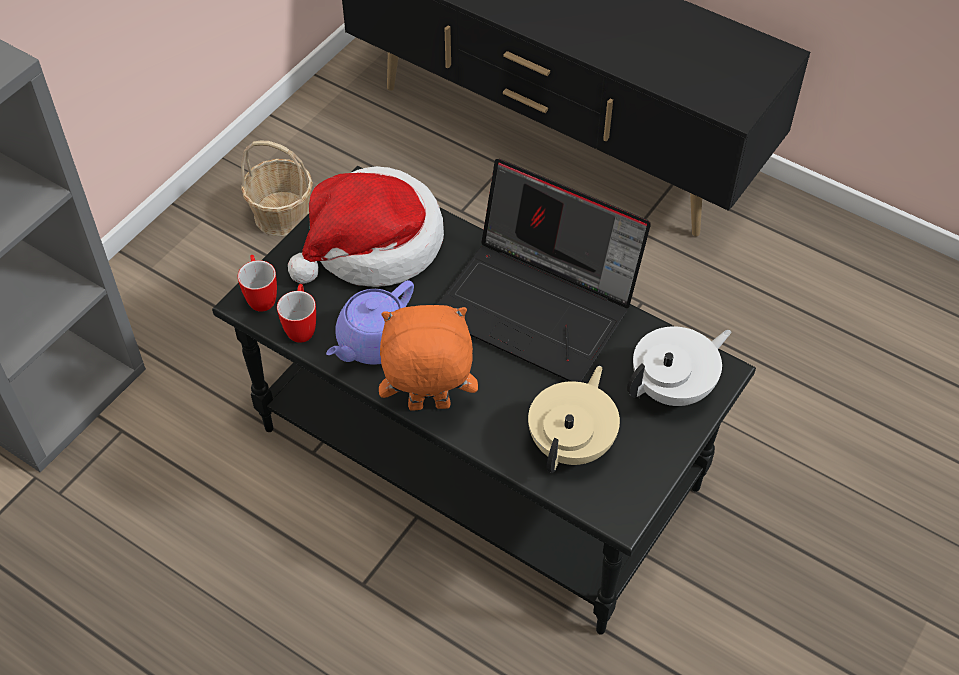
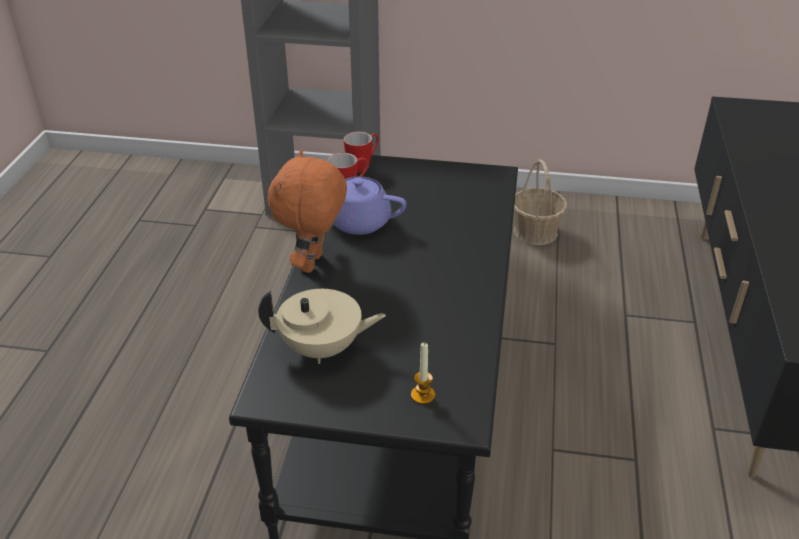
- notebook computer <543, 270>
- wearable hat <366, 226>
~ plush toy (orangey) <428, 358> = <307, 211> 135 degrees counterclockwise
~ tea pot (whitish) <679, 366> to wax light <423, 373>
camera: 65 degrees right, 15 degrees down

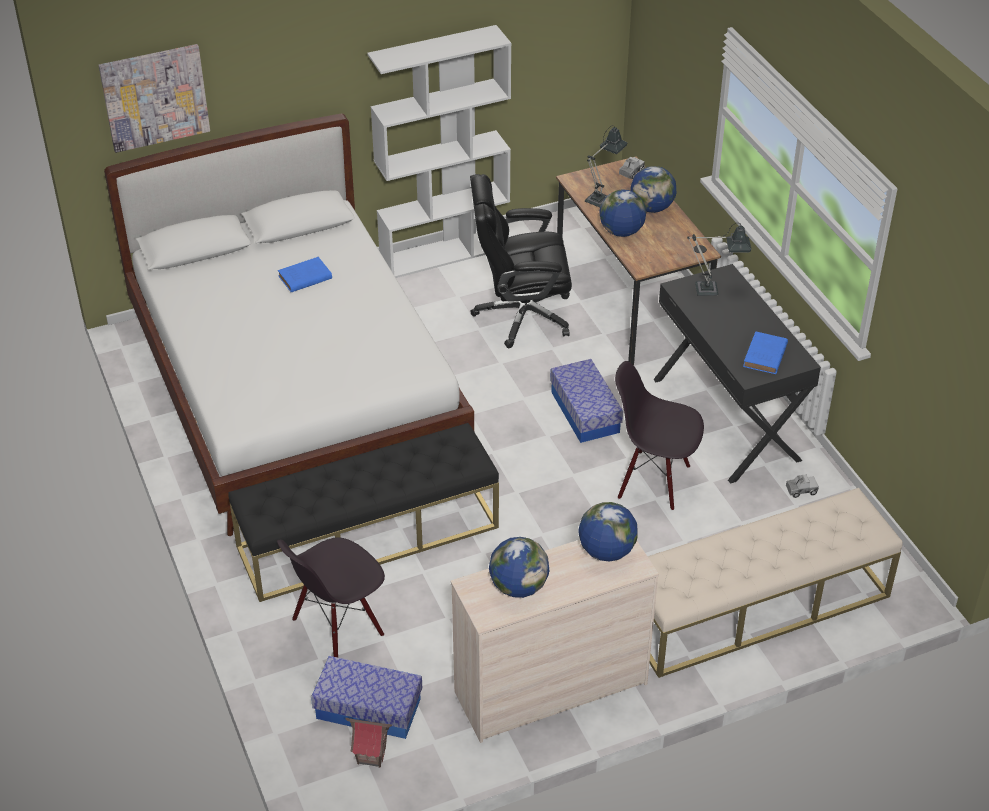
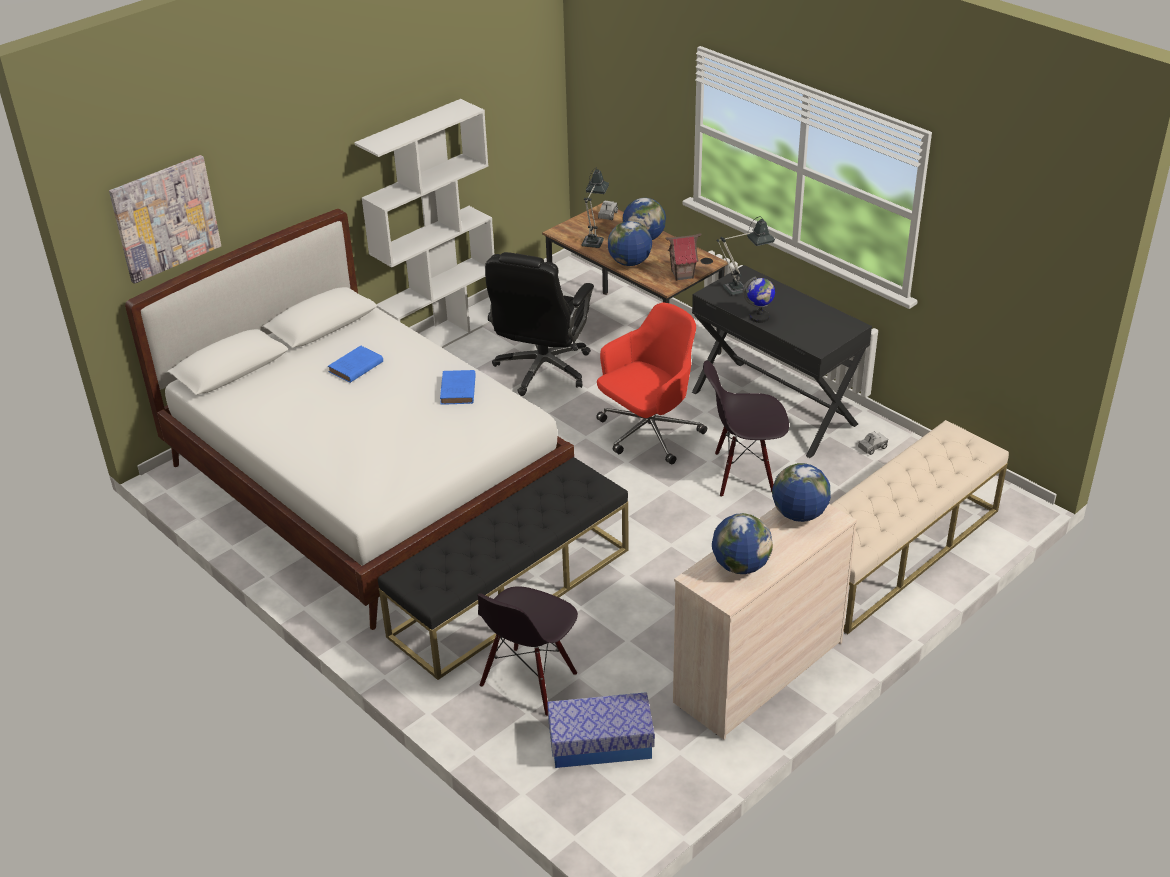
~ desk chair (blackish) <521, 261> = <539, 324> 45 degrees counterclockwise
~ volume (blue-coloured) <765, 353> to <458, 387>
~ storage bin <586, 401> to desk chair (red) <652, 383>
~ toy house <368, 743> to <683, 257>
+ world globe <759, 299>
camera: 20 degrees left, 5 degrees down

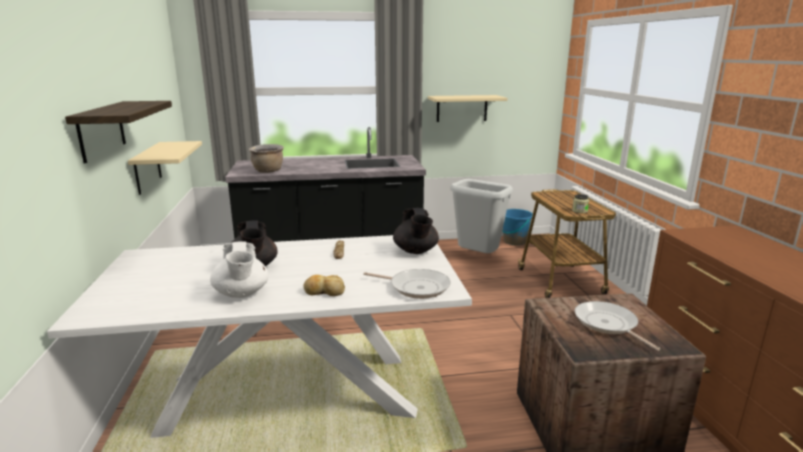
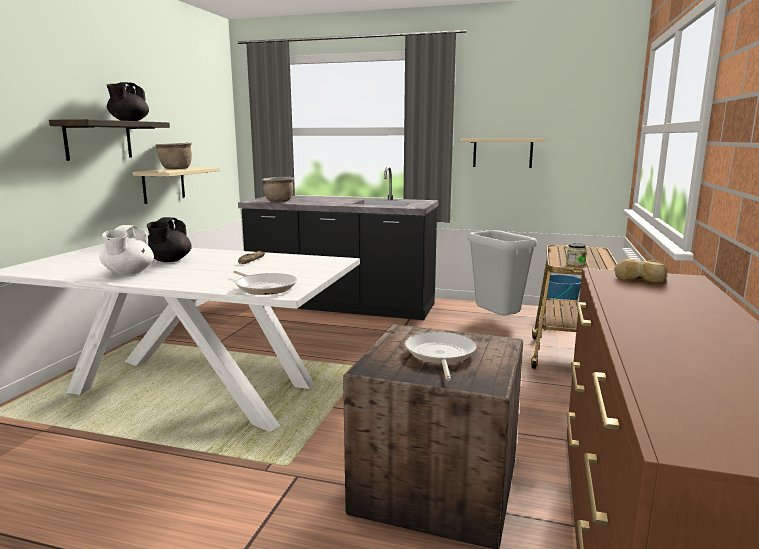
~ tea pot (blackish) <416, 231> to <128, 101>
~ bakery bread <324, 285> to <640, 271>
+ stockpot (brown) <173, 156>
camera: 25 degrees right, 5 degrees down

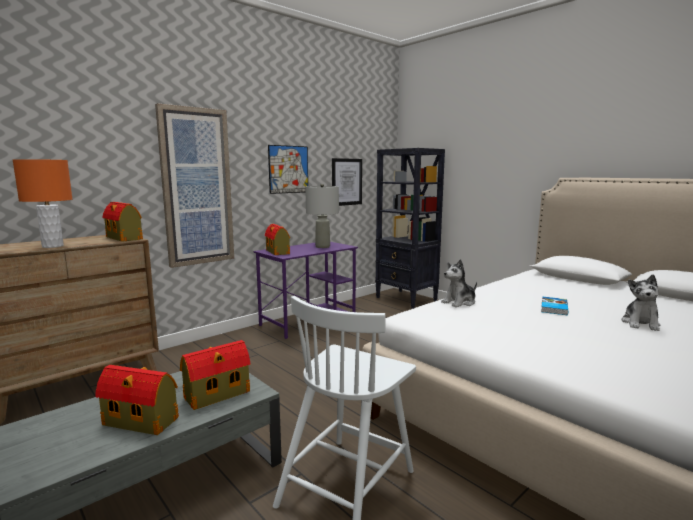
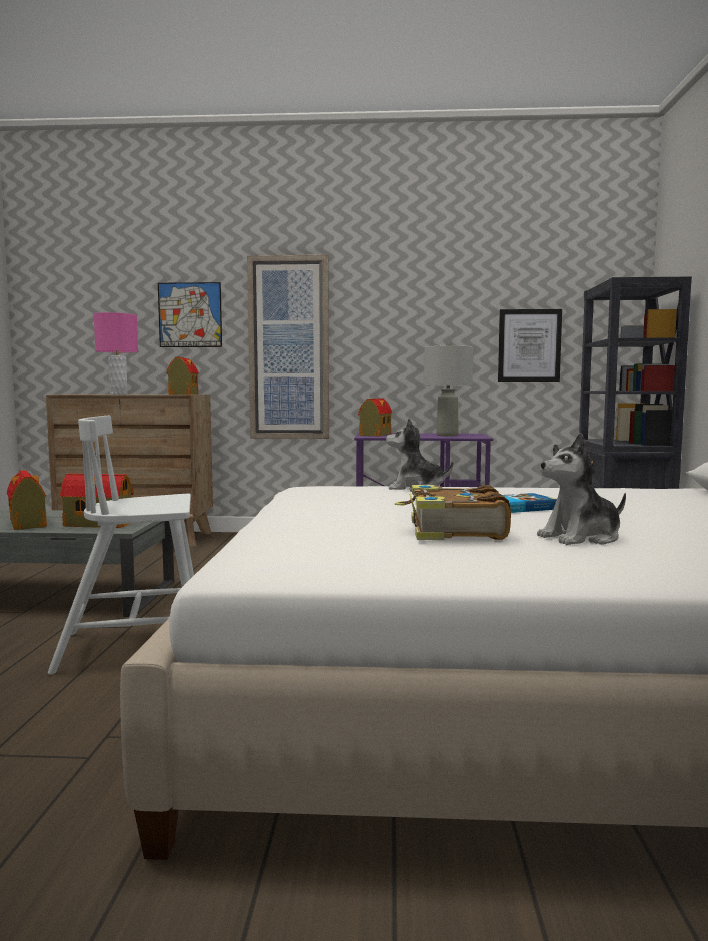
~ wall picture <288, 169> to <190, 314>
~ table lamp (orangey) <42, 203> to table lamp (pinkish) <116, 353>
+ volume <453, 512>
camera: 45 degrees right, 5 degrees down

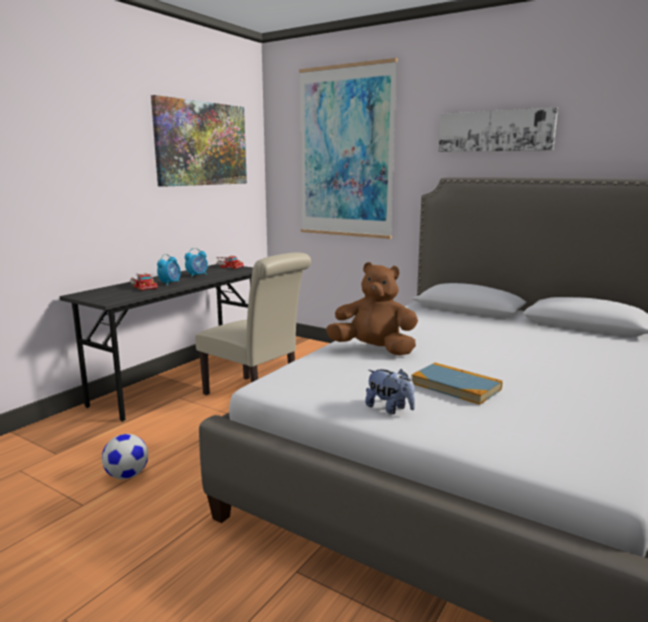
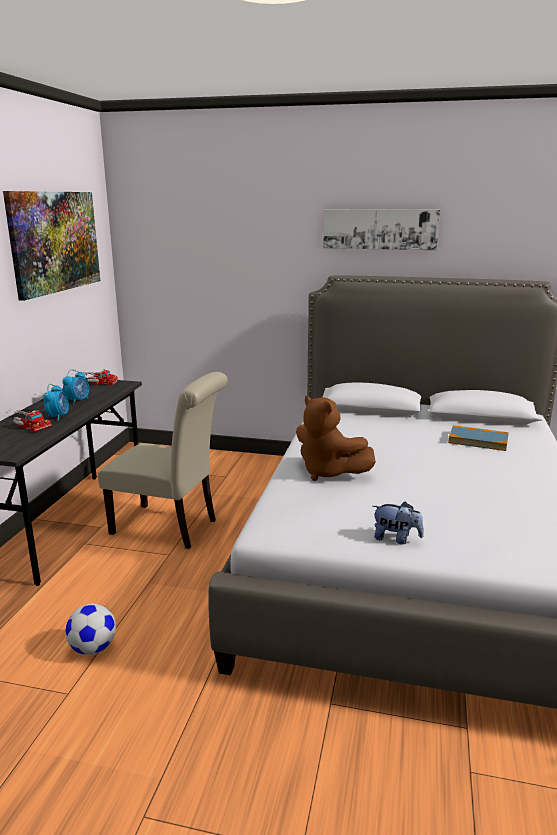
- wall picture <348, 148>
~ plush toy (brown) <372, 309> = <336, 438> 135 degrees counterclockwise
~ volume <456, 384> to <478, 438>
camera: 20 degrees left, 5 degrees up

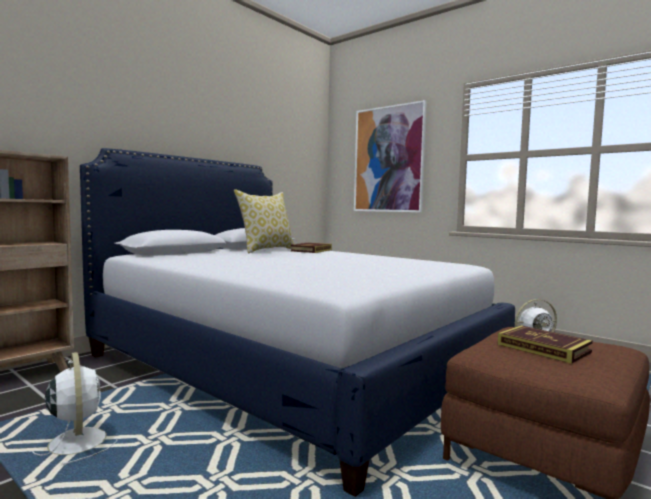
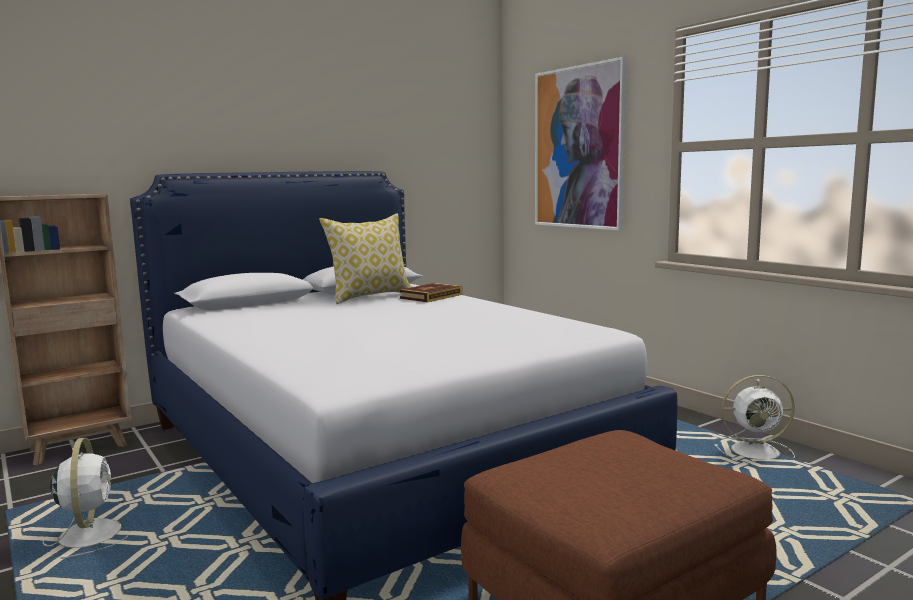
- volume <545, 344>
camera: 15 degrees right, 5 degrees up

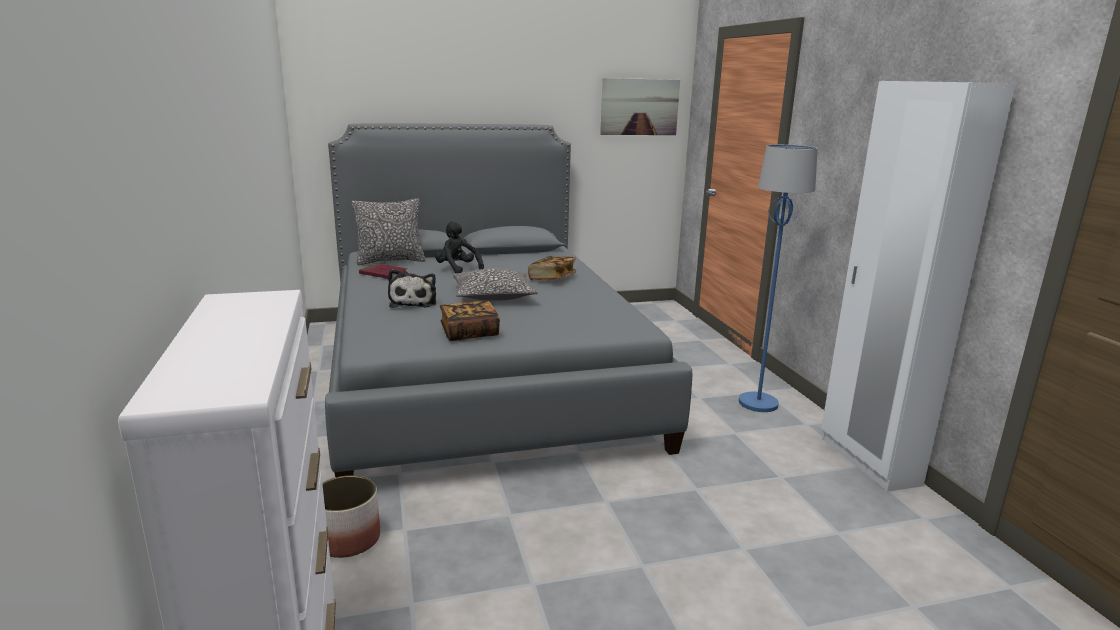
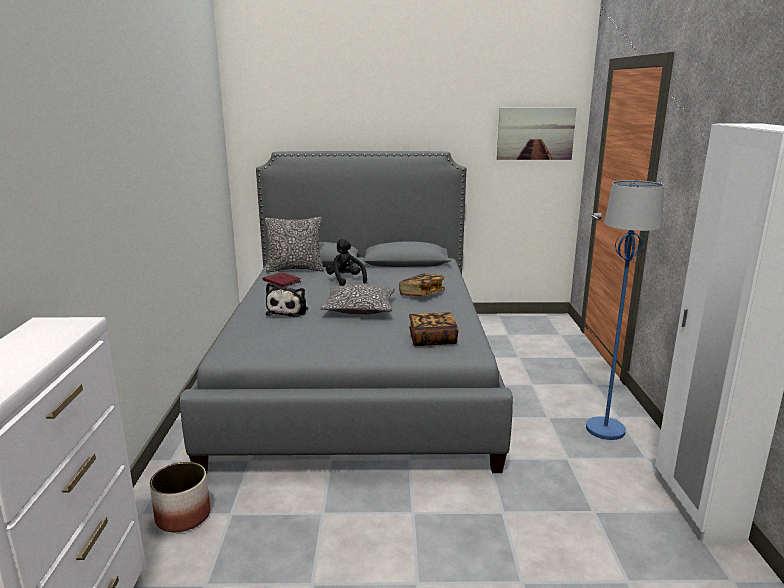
~ volume <470, 321> to <434, 329>
camera: 15 degrees right, 0 degrees up

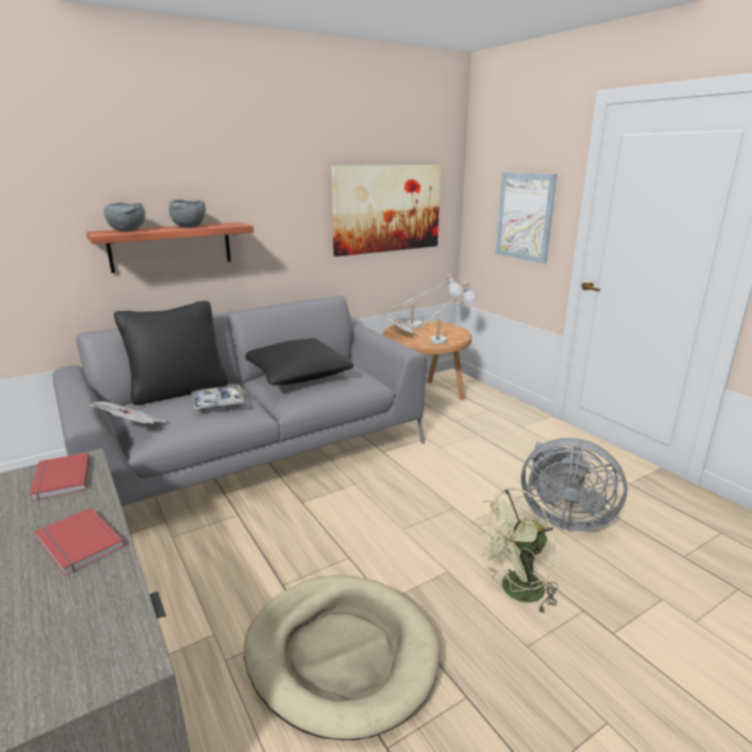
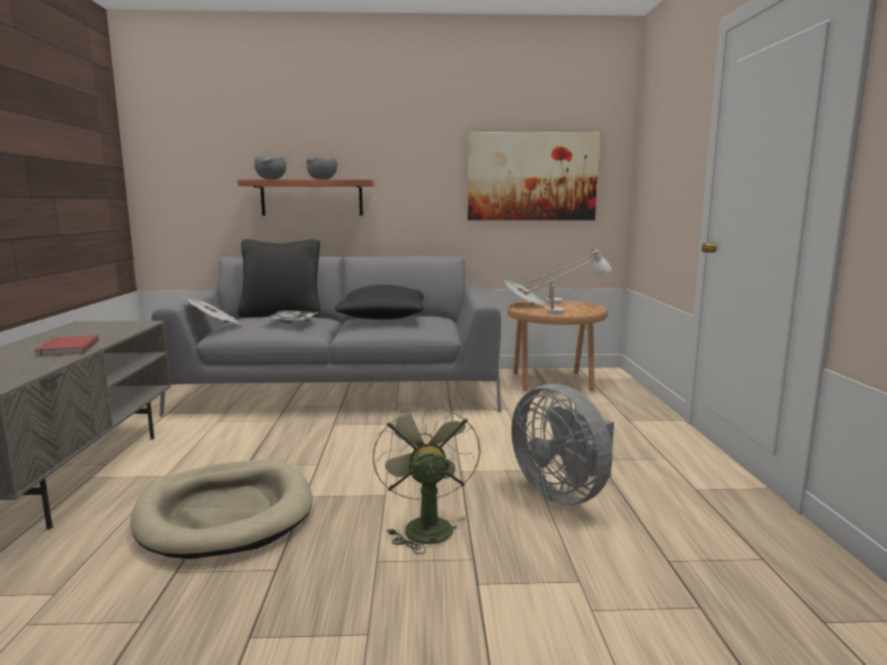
- wall picture <526, 218>
- volume (red) <59, 477>
~ electric fan (green) <517, 550> = <426, 476> 75 degrees clockwise
camera: 30 degrees right, 10 degrees down

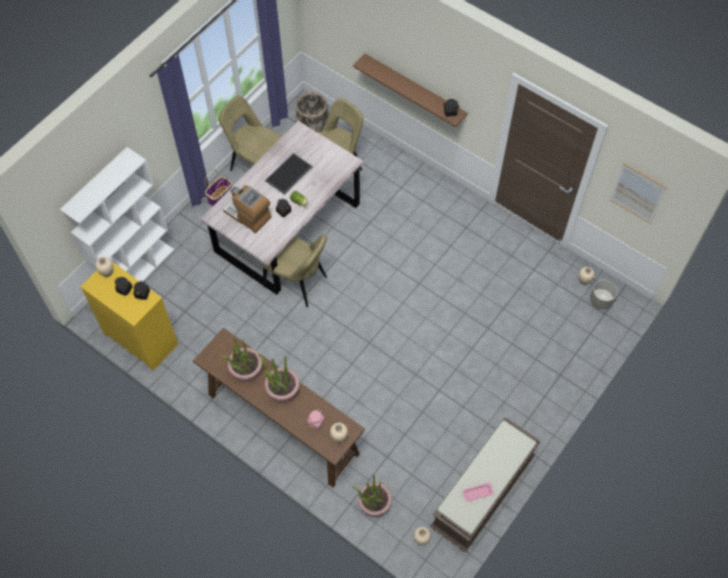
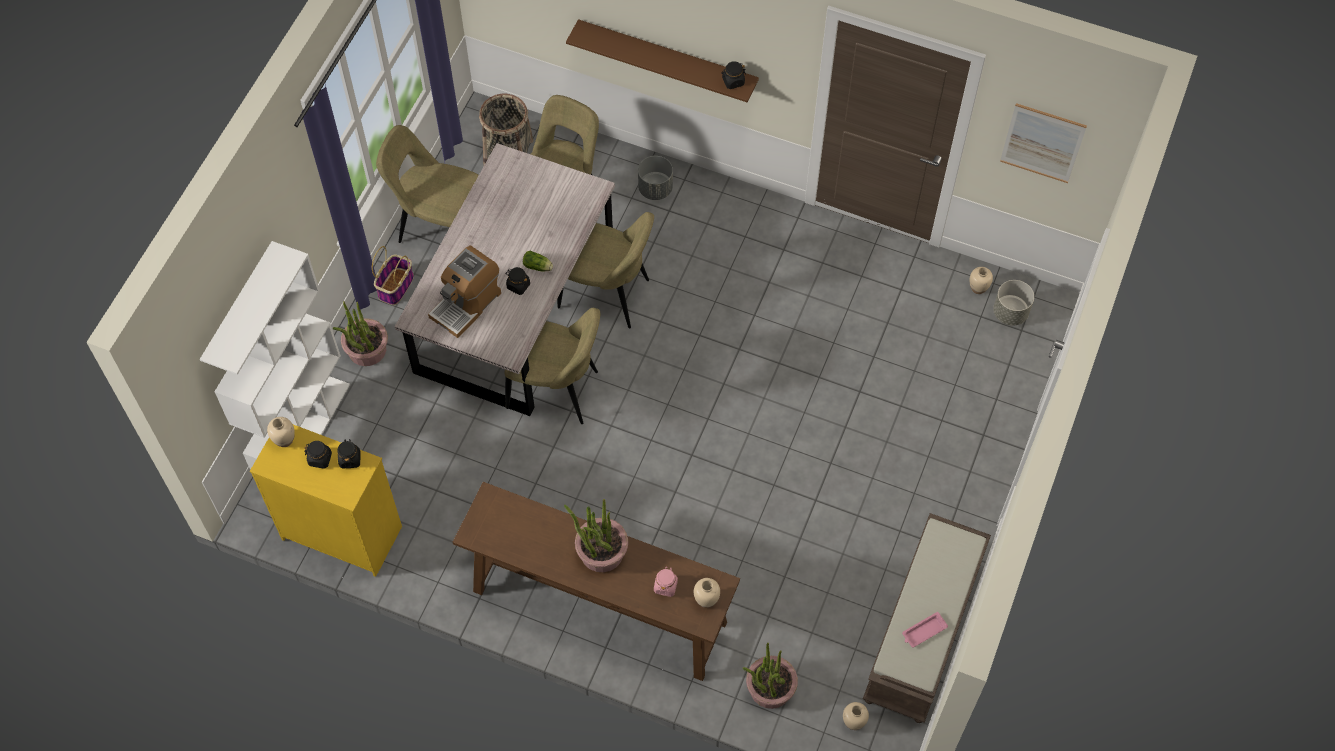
- serving tray <289, 173>
~ coffee brewer <247, 209> = <464, 291> 75 degrees counterclockwise
~ plant in a pot <241, 360> to <360, 334>
+ planter (grey) <655, 178>
+ upright chair (sand-coloured) <605, 270>
camera: 15 degrees left, 0 degrees up

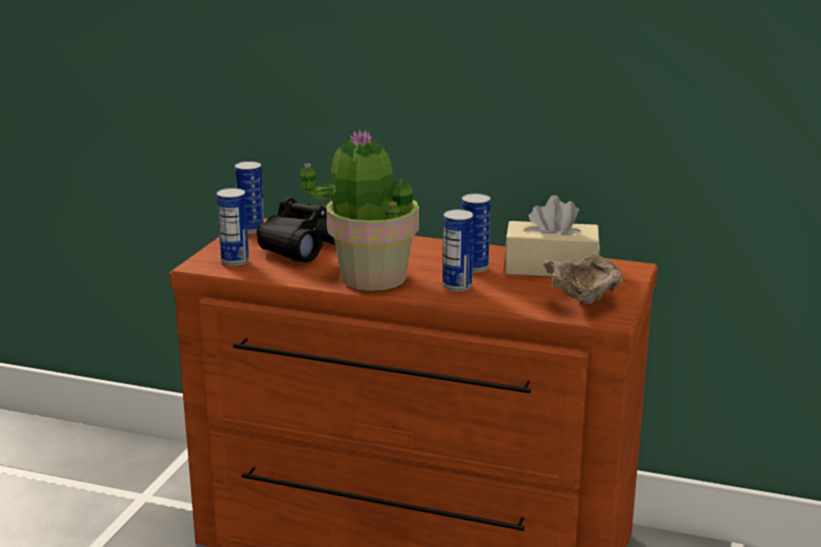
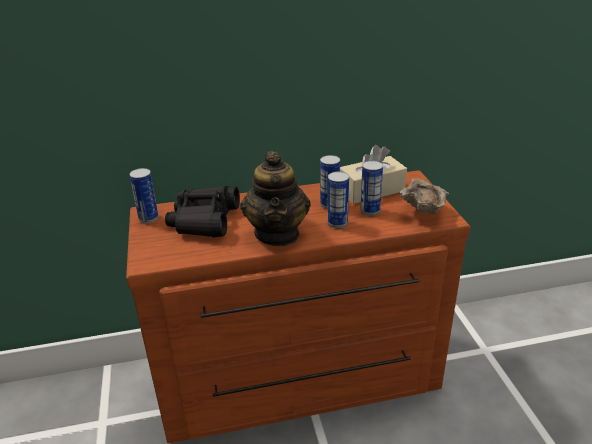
~ plant in a pot <359, 210> to tea pot <275, 198>
~ can <233, 227> to <371, 188>
camera: 30 degrees left, 10 degrees up

